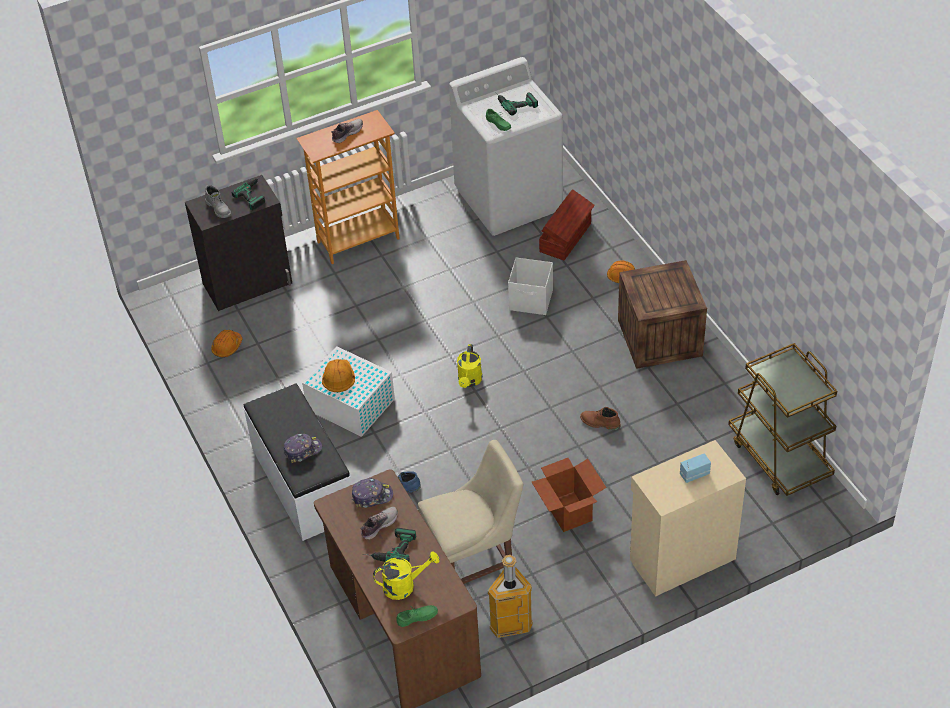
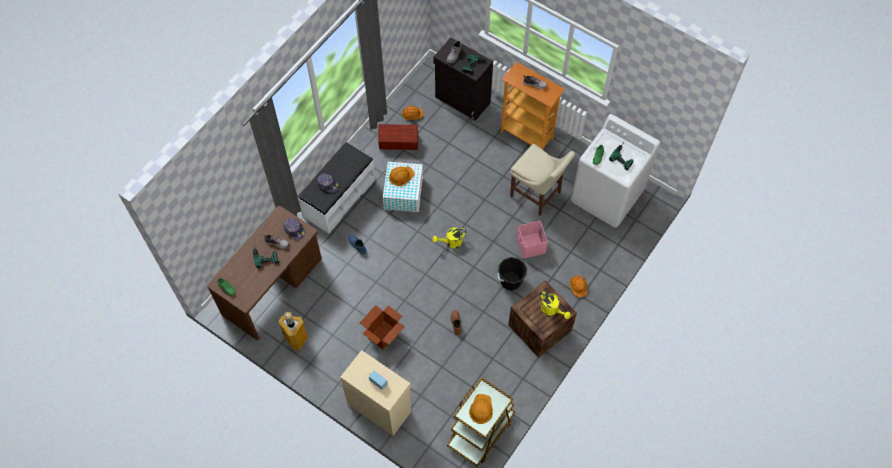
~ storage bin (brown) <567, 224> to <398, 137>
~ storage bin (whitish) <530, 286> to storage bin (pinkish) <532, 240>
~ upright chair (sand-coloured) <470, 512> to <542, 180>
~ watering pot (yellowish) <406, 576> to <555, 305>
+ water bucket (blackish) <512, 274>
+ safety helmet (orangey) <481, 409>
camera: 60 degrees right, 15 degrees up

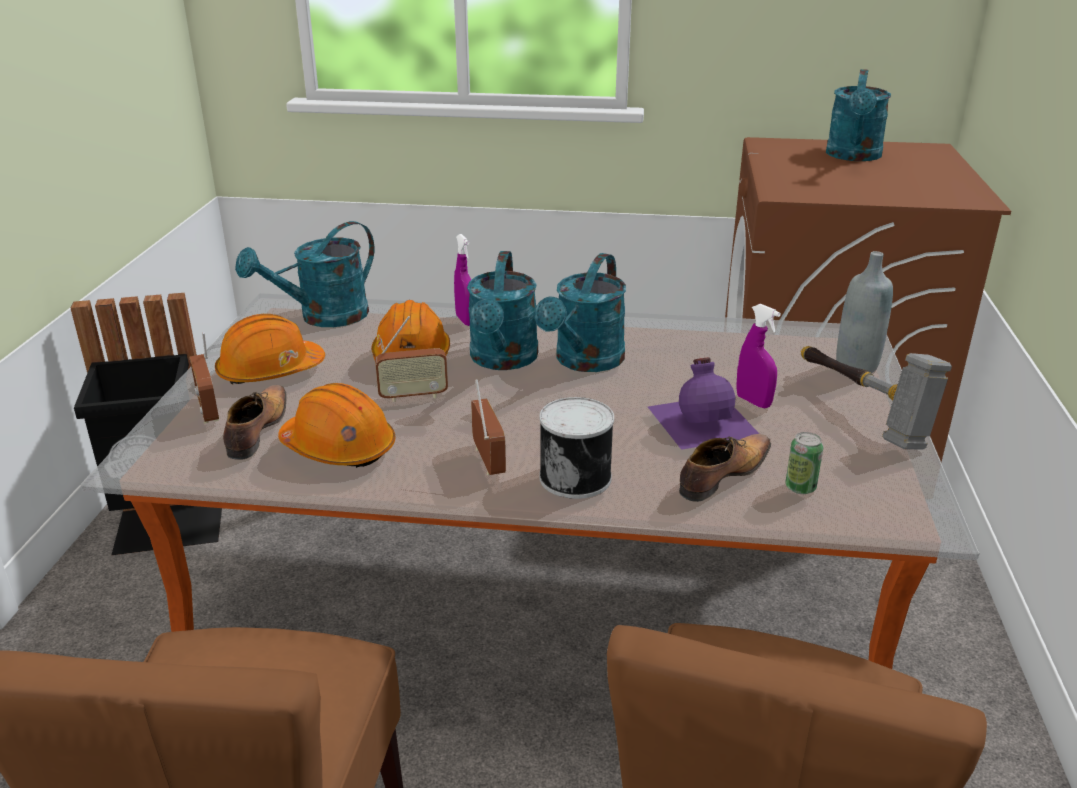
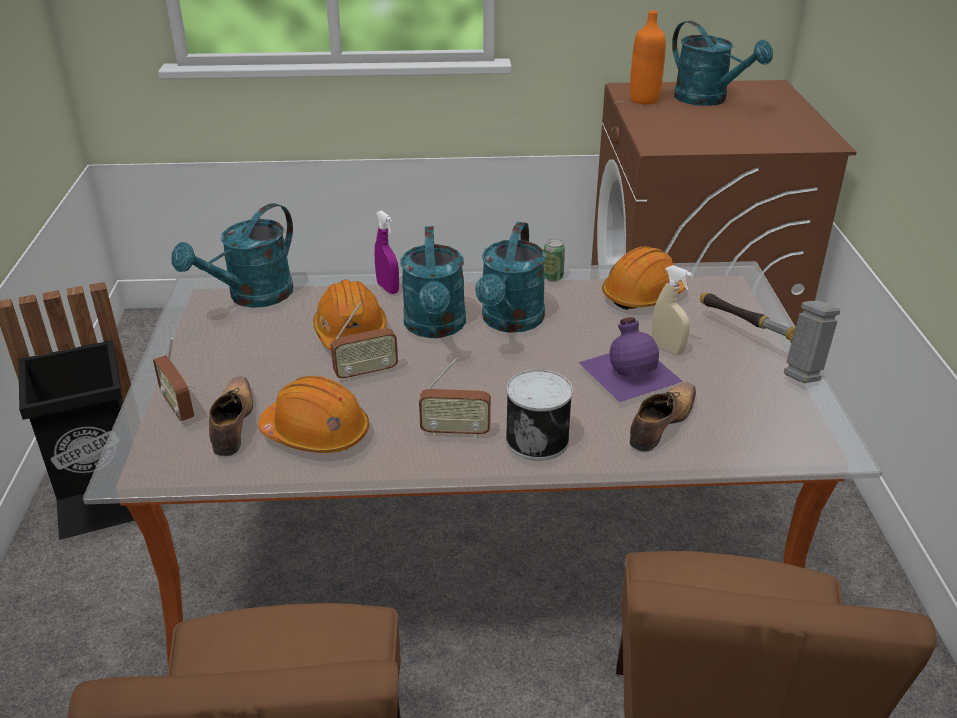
~ watering pot (turquoise) <858, 115> = <722, 63> 45 degrees counterclockwise
- beverage bottle (grey) <864, 312>
~ hand sprayer (purplish) <758, 356> to hand sprayer (sand-coloured) <672, 309>
~ safety helmet (orangey) <270, 349> to <644, 278>
~ radio <488, 427> = <455, 398> 120 degrees clockwise
~ can <804, 463> to <554, 260>
+ beverage bottle (orangey) <648, 57>
camera: 10 degrees left, 5 degrees up

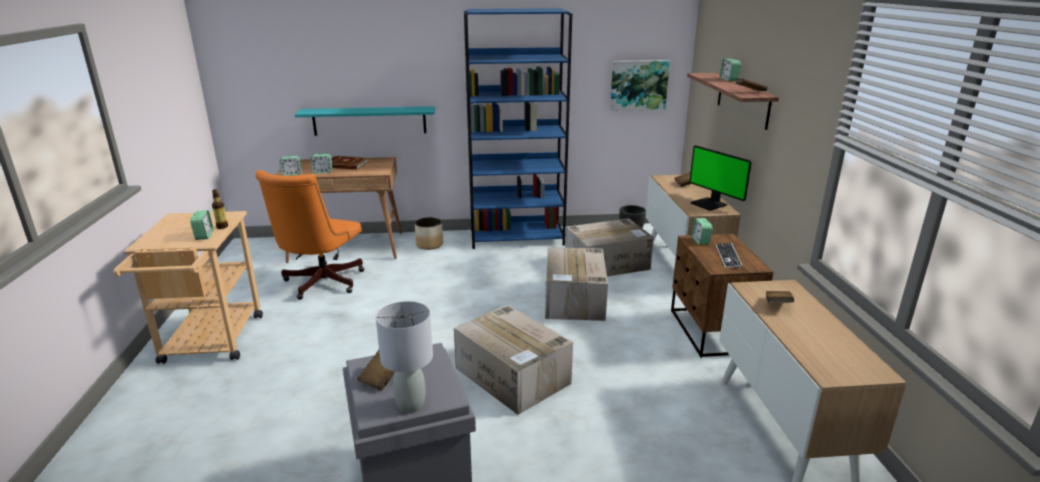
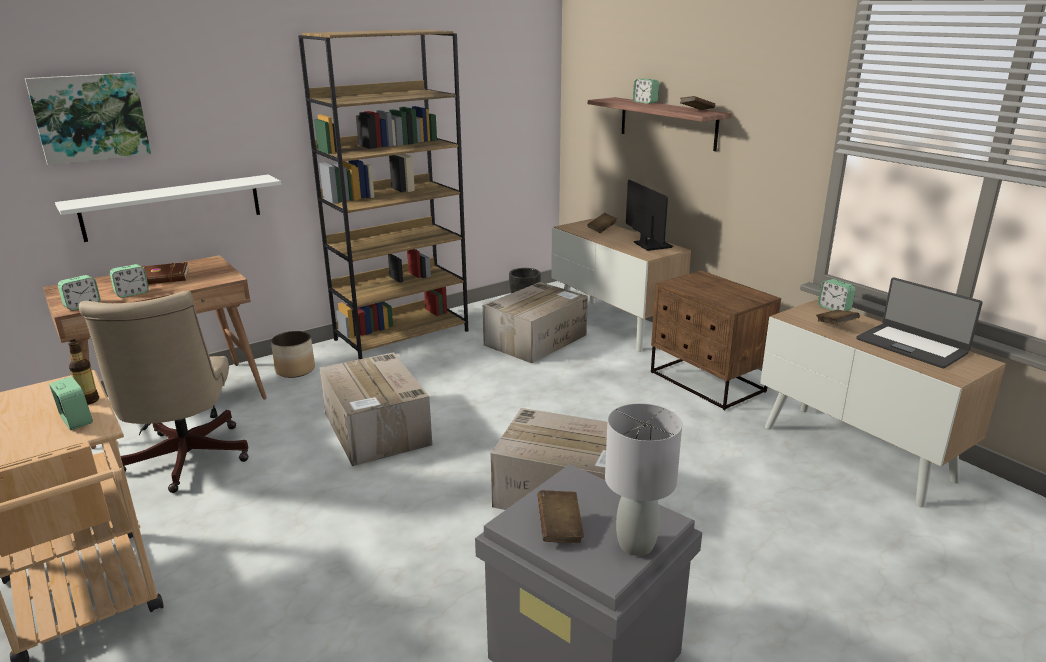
~ bookshelf (blue-coloured) <518, 128> to bookshelf (brown) <383, 194>
~ wall picture <640, 85> to <88, 119>
~ wall shelf (turquoise) <365, 121> to wall shelf (whitish) <168, 208>
~ computer screen <720, 178> = <649, 215> 135 degrees counterclockwise
~ desk chair (orangey) <309, 235> to desk chair (sand-coloured) <163, 392>
~ table clock <702, 231> to <837, 295>
- keyboard <729, 255>
~ carton <576, 284> to <375, 409>
+ notebook computer <919, 323>
camera: 30 degrees left, 0 degrees up

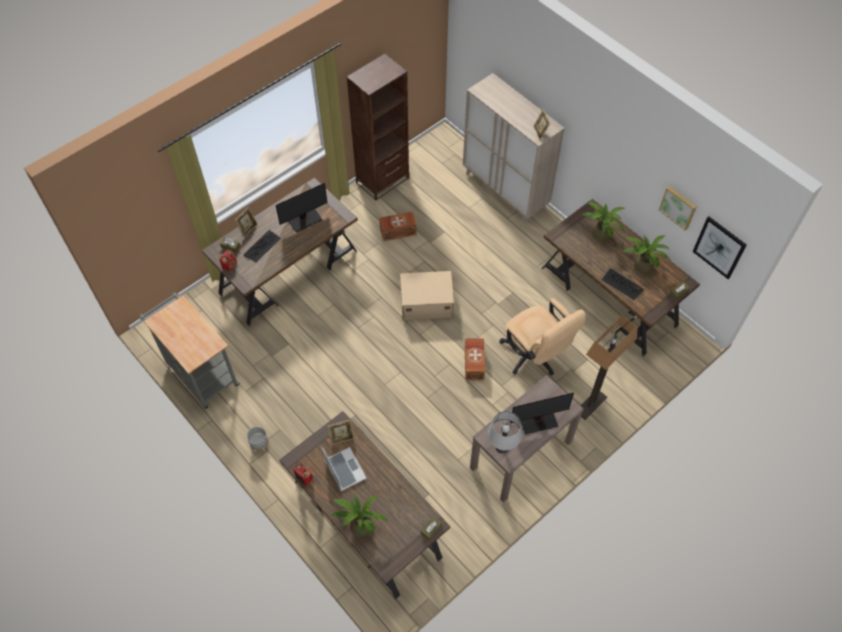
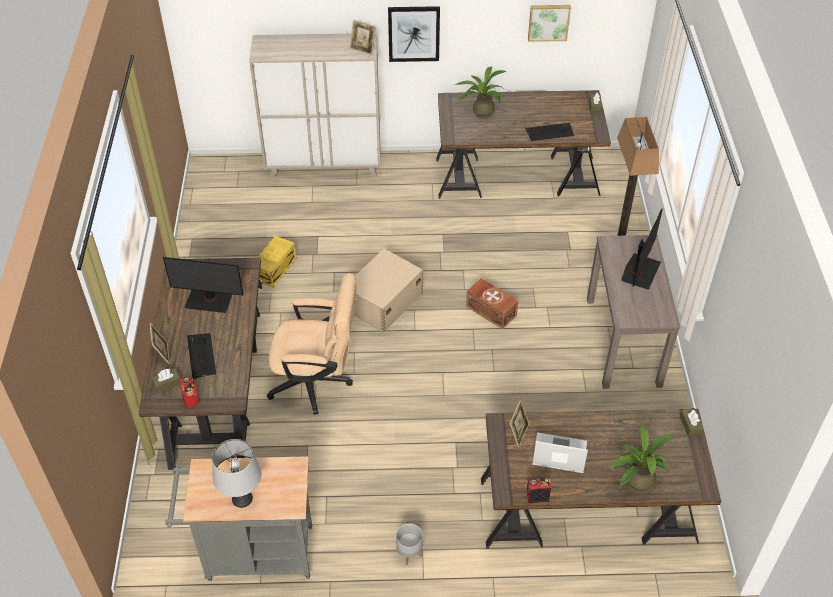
- bookshelf (brown) <378, 127>
~ computer screen <302, 207> = <203, 285> 90 degrees clockwise
~ storage bin (brown) <398, 226> to storage bin (yellowish) <276, 262>
~ wall picture <719, 247> to <414, 34>
- plant in a pot <646, 254>
~ desk chair (sand-coloured) <542, 337> to <311, 344>
~ table lamp (grey) <505, 432> to <237, 473>
camera: 50 degrees left, 10 degrees down

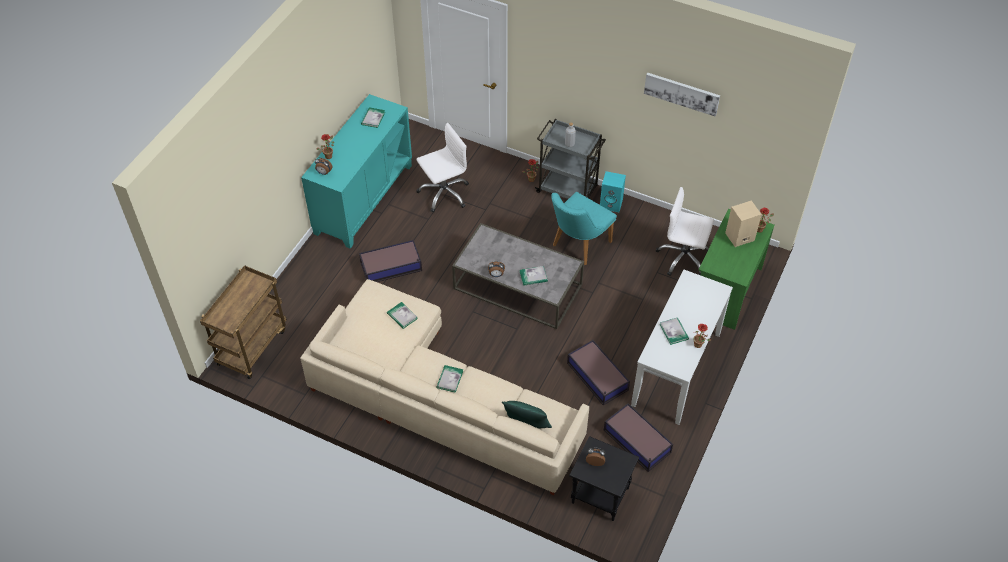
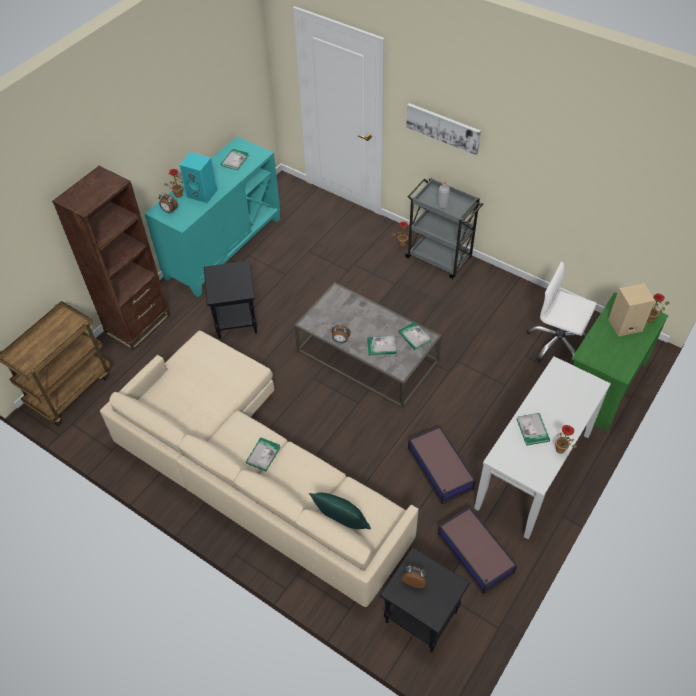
~ wall picture <682, 94> to <443, 129>
- desk chair (whitish) <442, 167>
~ loudspeaker (turquoise) <613, 191> to <198, 177>
- upright chair (turquoise) <584, 228>
~ storage bin <390, 261> to end table (blackish) <230, 300>
~ volume <402, 315> to <414, 336>
+ bookshelf (brown) <111, 258>
camera: 10 degrees right, 0 degrees up

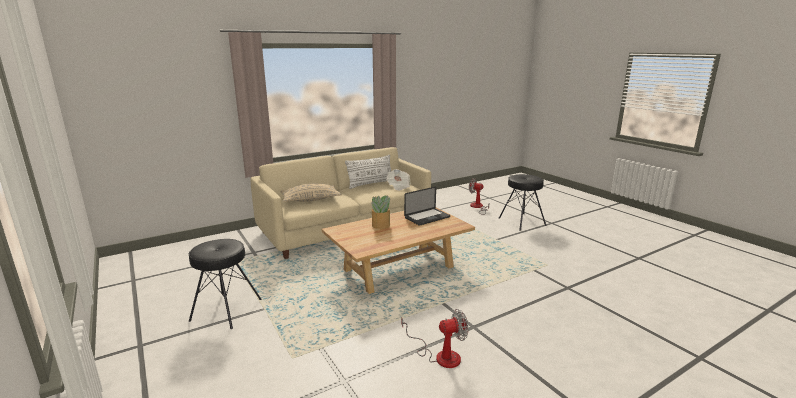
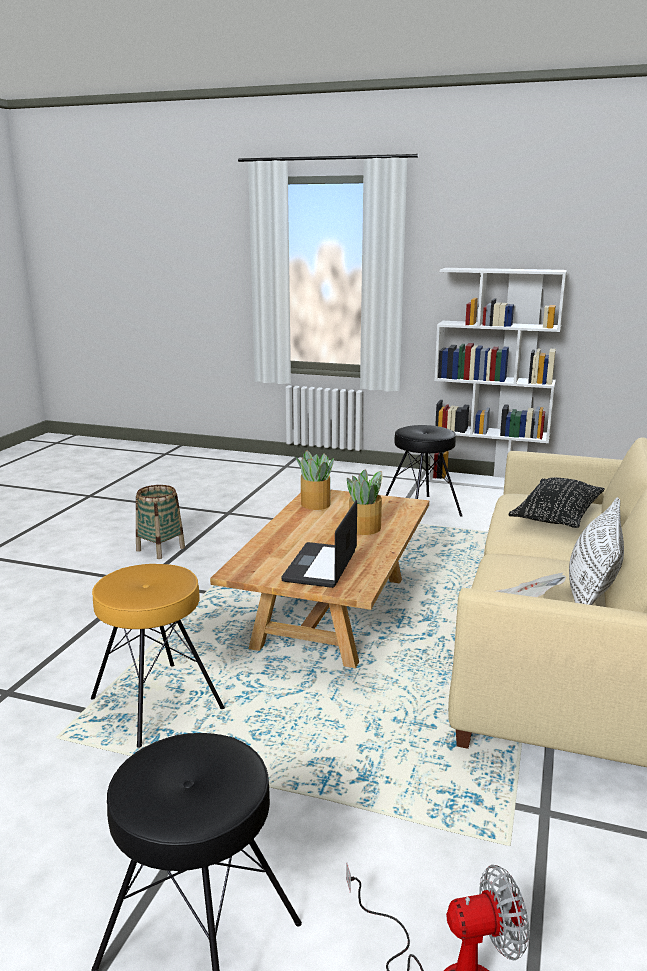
~ throw pillow (sand-coloured) <310, 192> to throw pillow (blackish) <557, 502>
~ electric fan <435, 338> to basket <160, 522>
+ bookshelf (whitish) <498, 378>
+ plant in a pot <314, 480>
+ sitting stool (brown) <158, 656>
camera: 140 degrees right, 0 degrees up

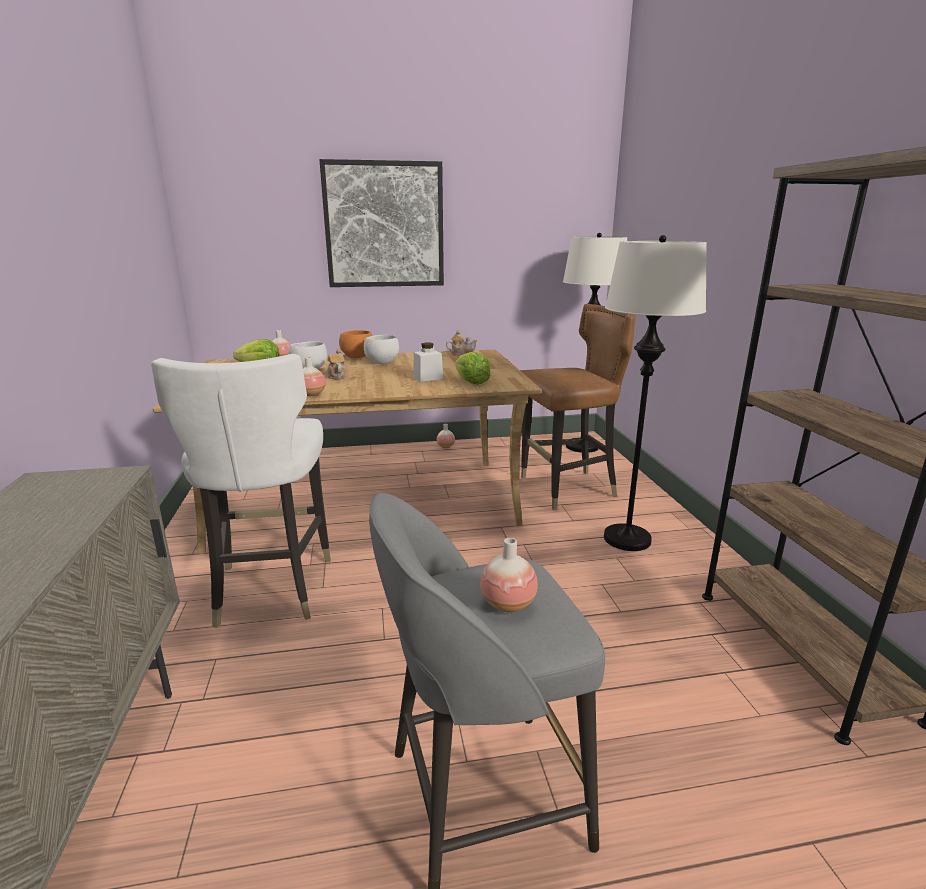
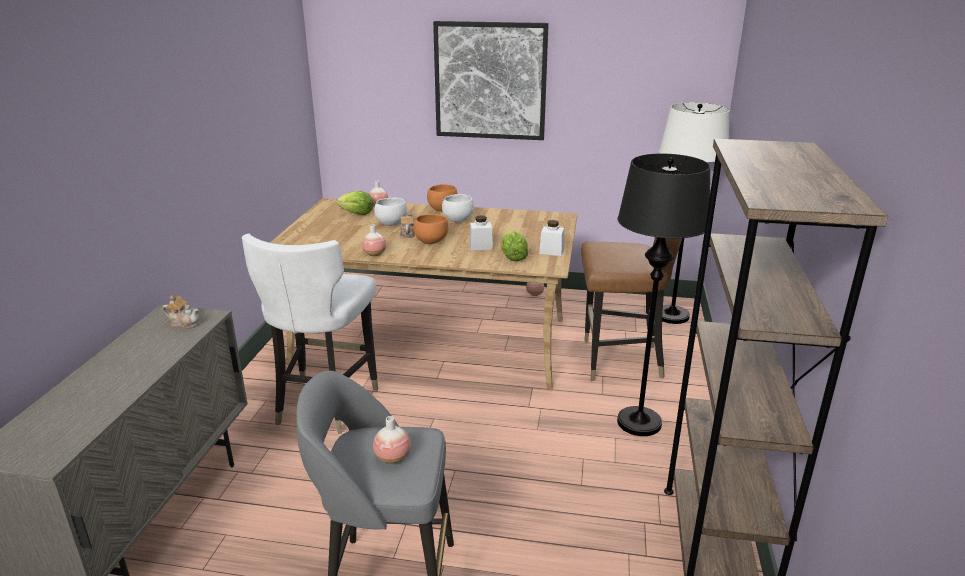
~ standing lamp (whitish) <655, 393> to standing lamp (blackish) <663, 295>
~ tea pot <461, 343> to <181, 312>
+ deep dish (orangey) <431, 229>
+ preserve jar (whitish) <551, 238>
camera: 20 degrees right, 5 degrees up

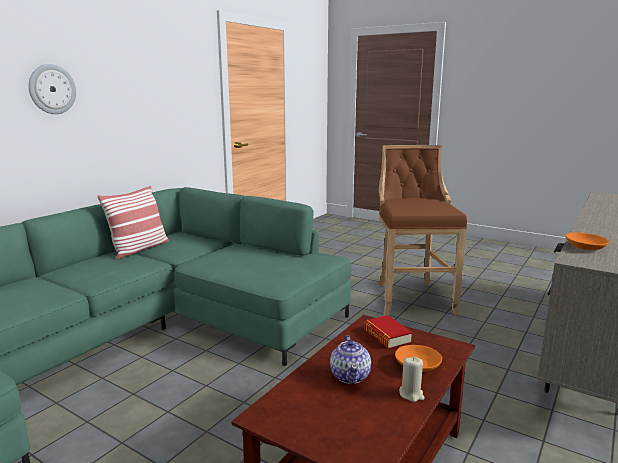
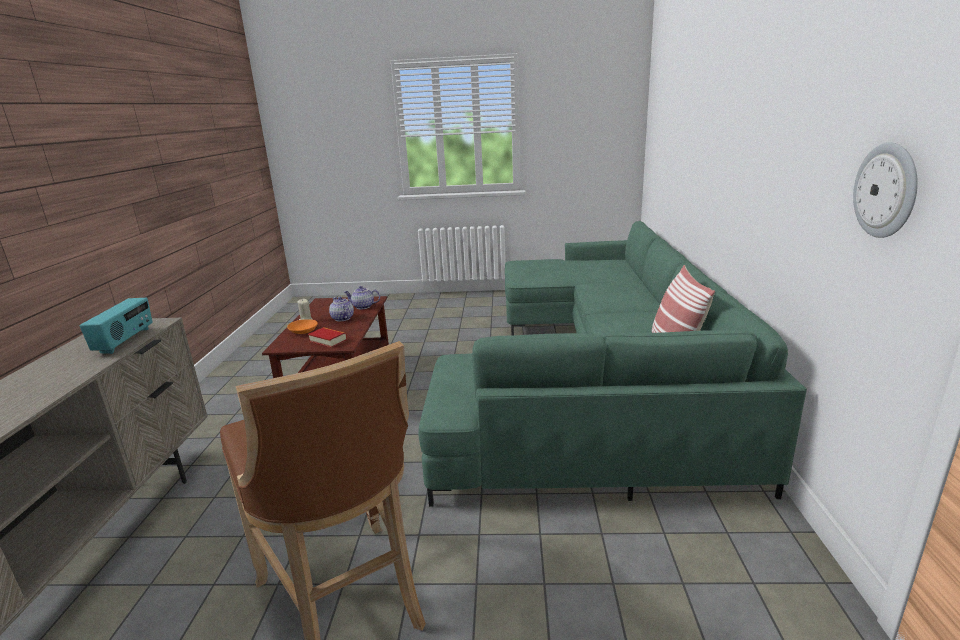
~ hanging clock <52, 89> to <885, 190>
~ deep dish (orangey) <587, 241> to radio <116, 326>
+ tea pot <362, 297>
camera: 150 degrees right, 5 degrees up

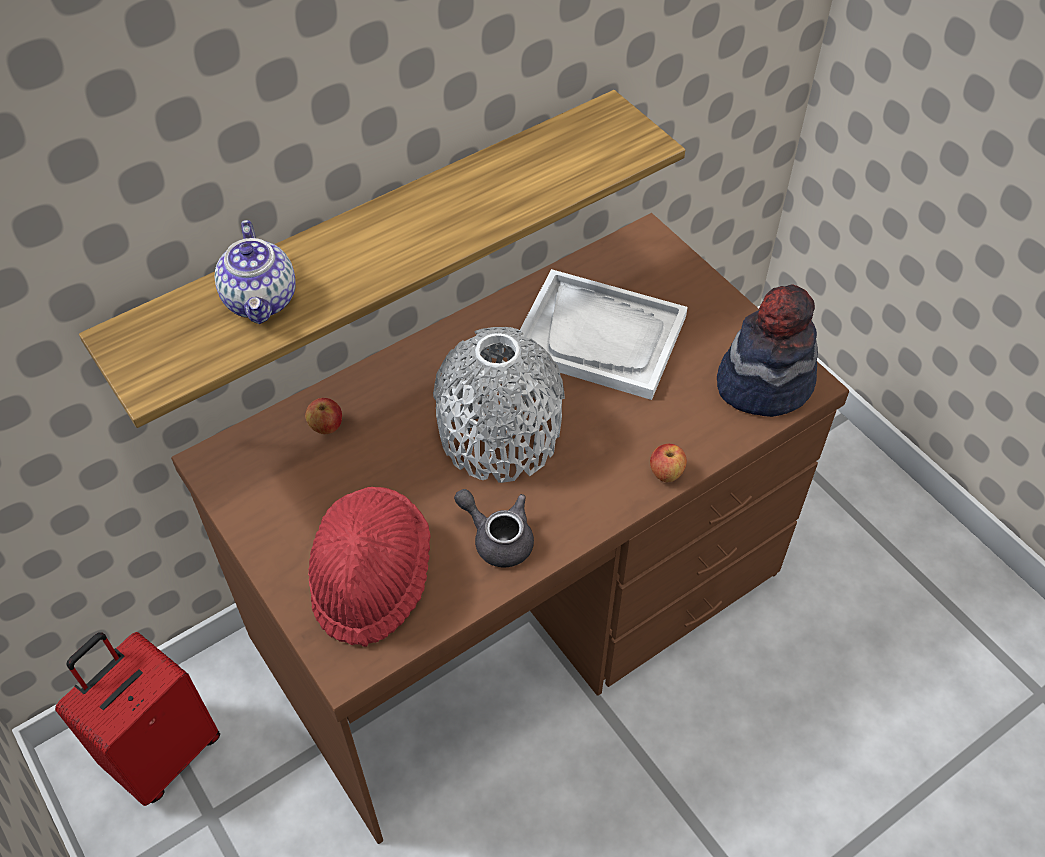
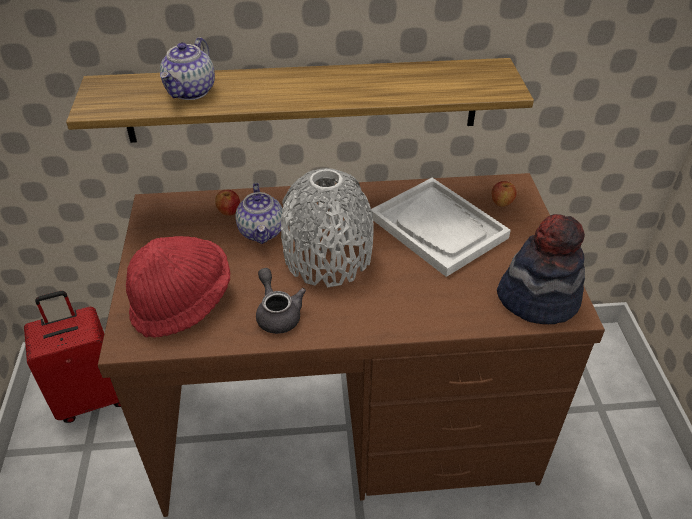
~ apple <668, 463> to <504, 194>
+ tea pot <259, 213>
camera: 30 degrees right, 10 degrees down

